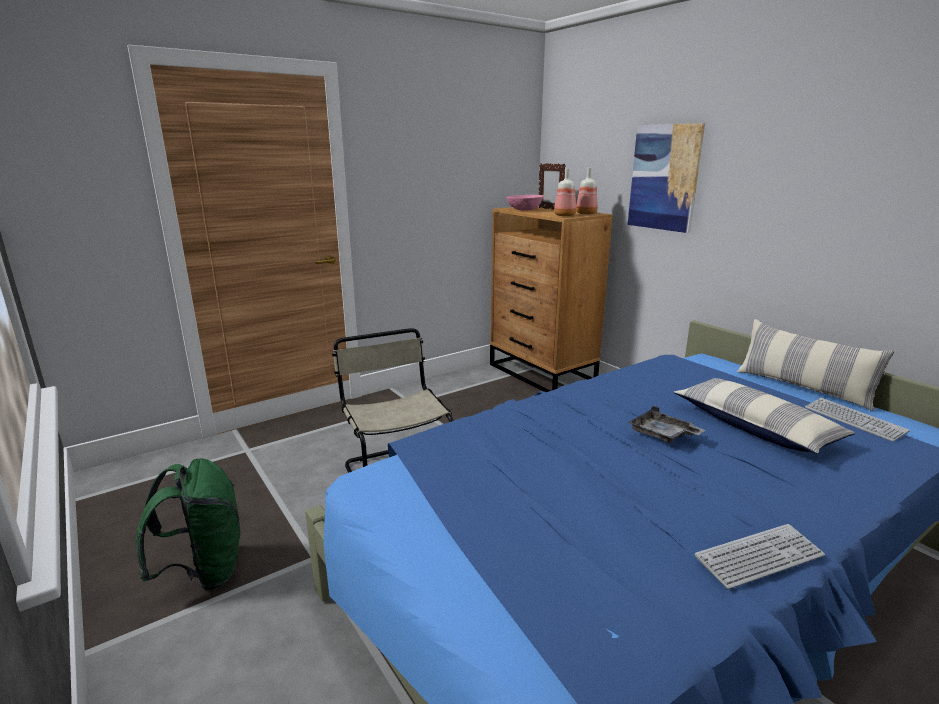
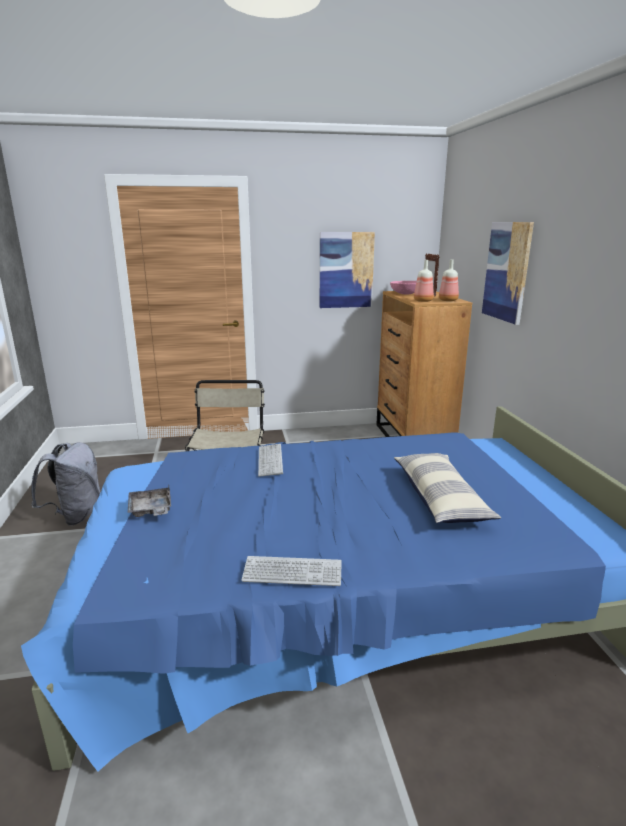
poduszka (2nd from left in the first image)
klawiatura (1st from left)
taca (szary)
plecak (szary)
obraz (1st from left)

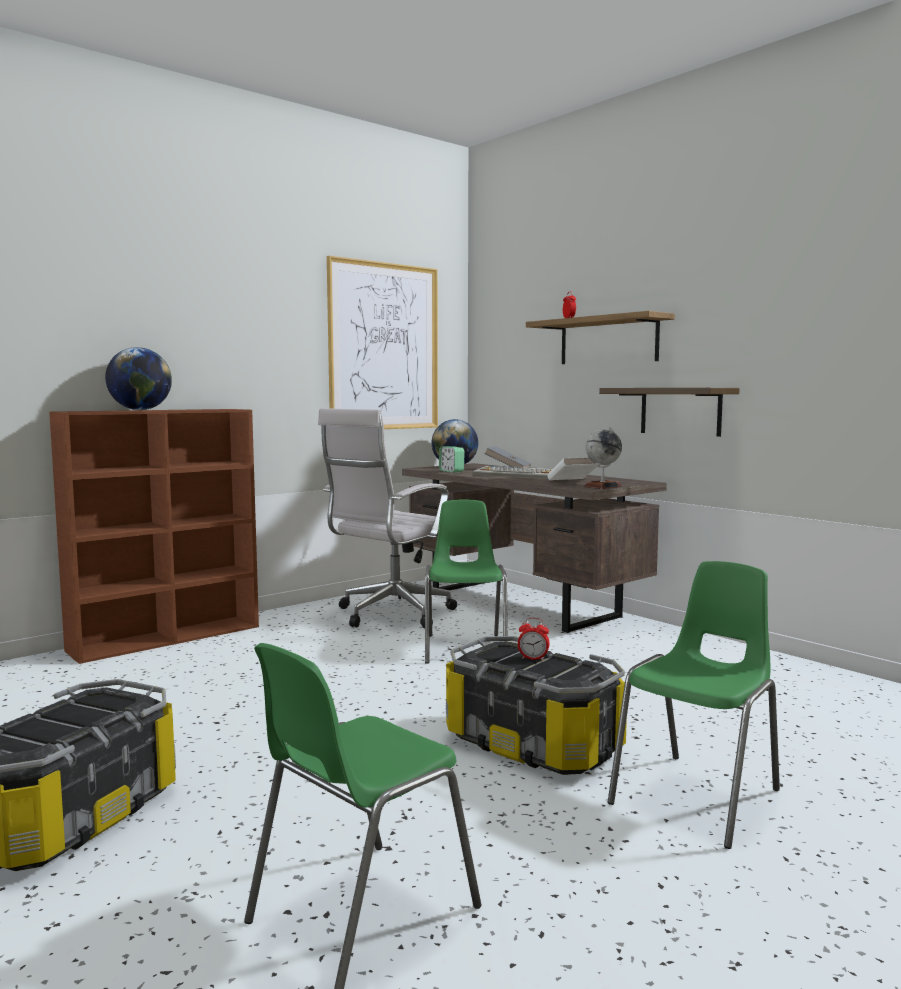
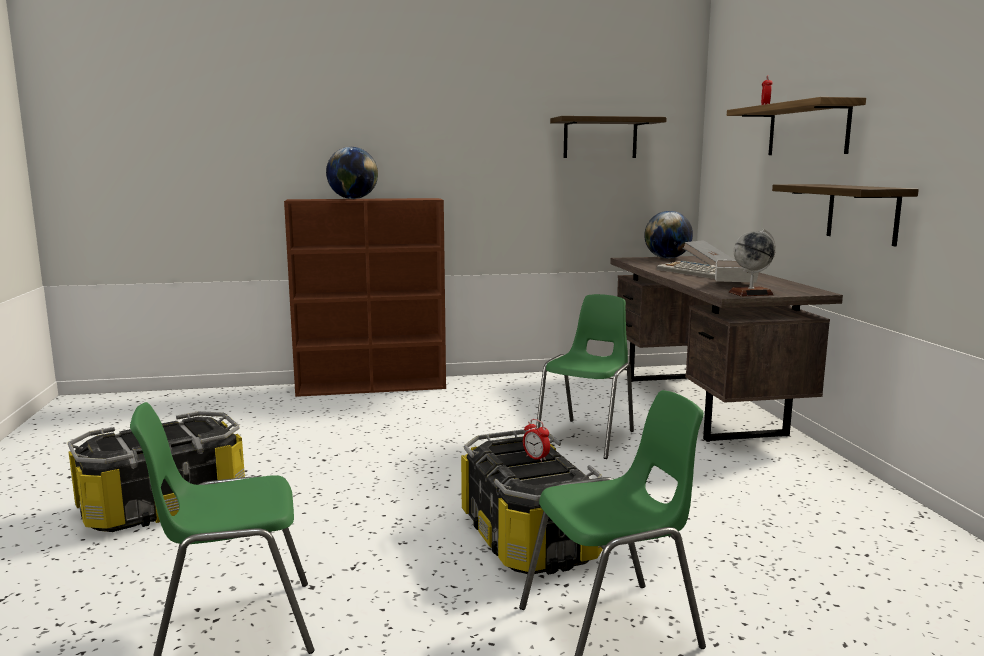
półka (1st from left)
krzesło biurowe (biały)
budzik (1st from left in the first image)

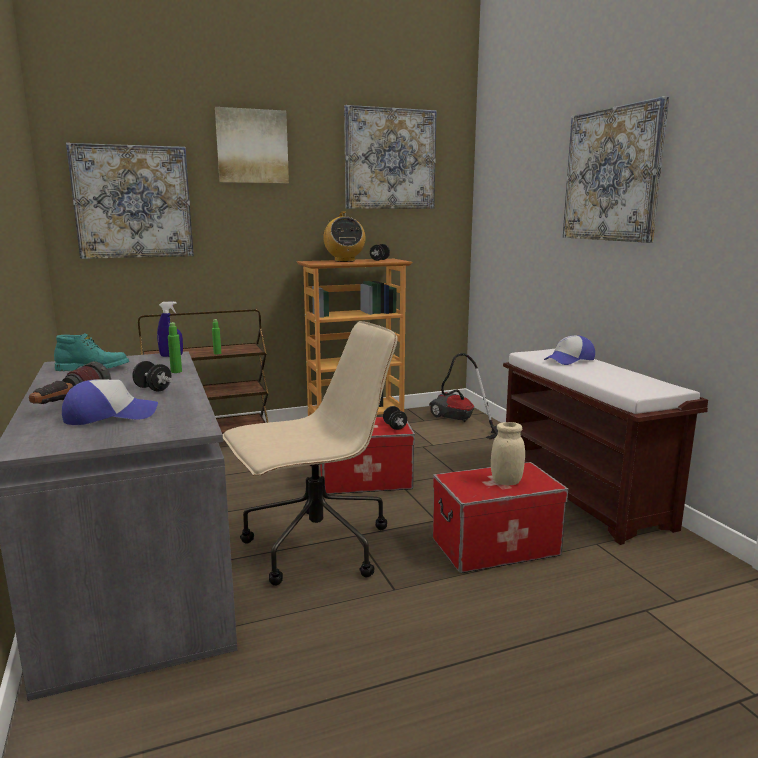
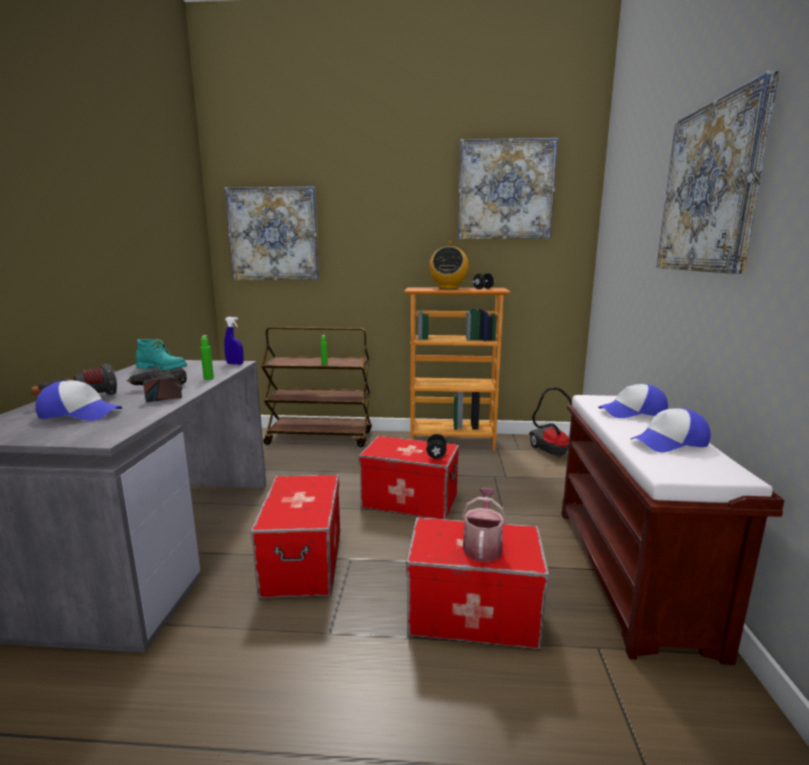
obraz (2nd from left in the first image)
pojemnik do przechowywania (1st from left)
wiertarka
konewka
czapka z daszkiem (3rd from left)

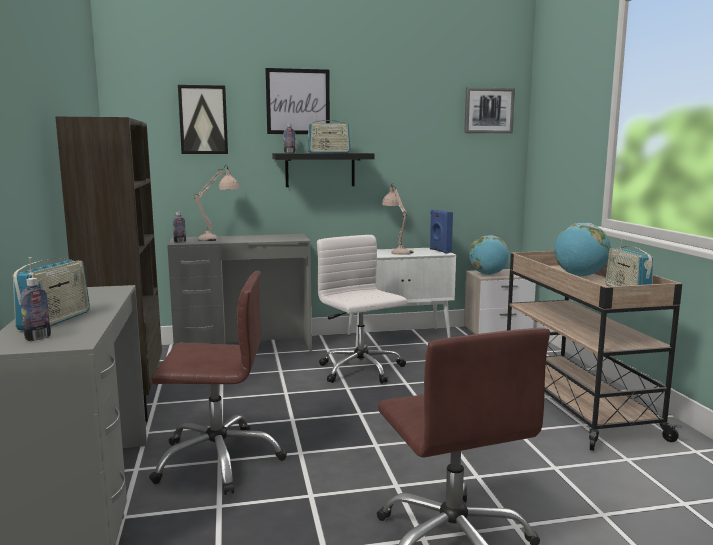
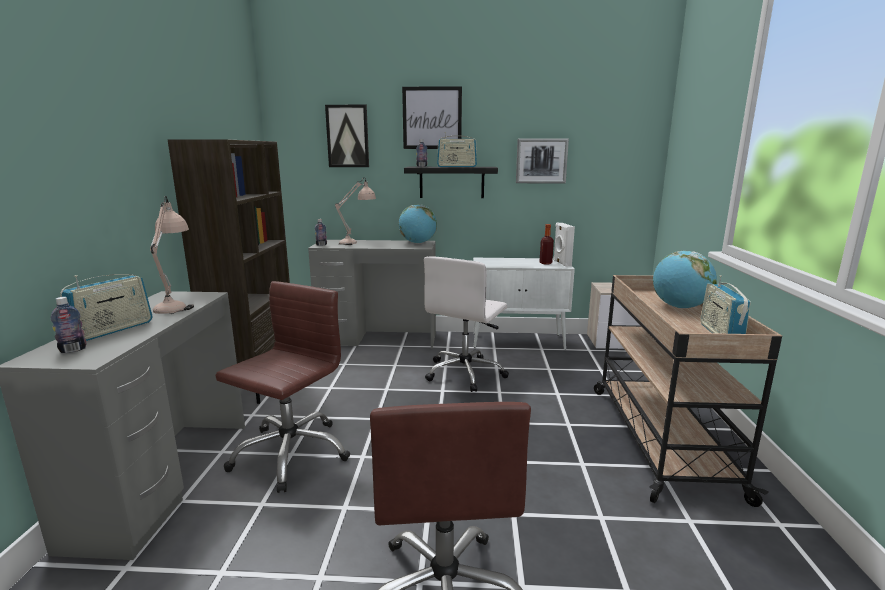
obraz (3rd from left)
lampa stołowa (beżowy) (1st from left)
głośnik (biały)
krzesło biurowe (biały)
globus (1st from left)
krzesło biurowe (brązowy) (1st from left)
butelka (4th from left)

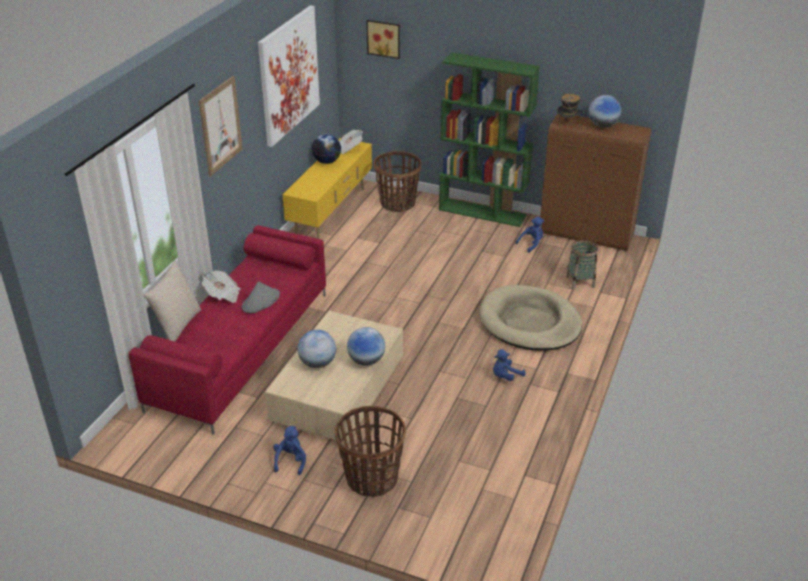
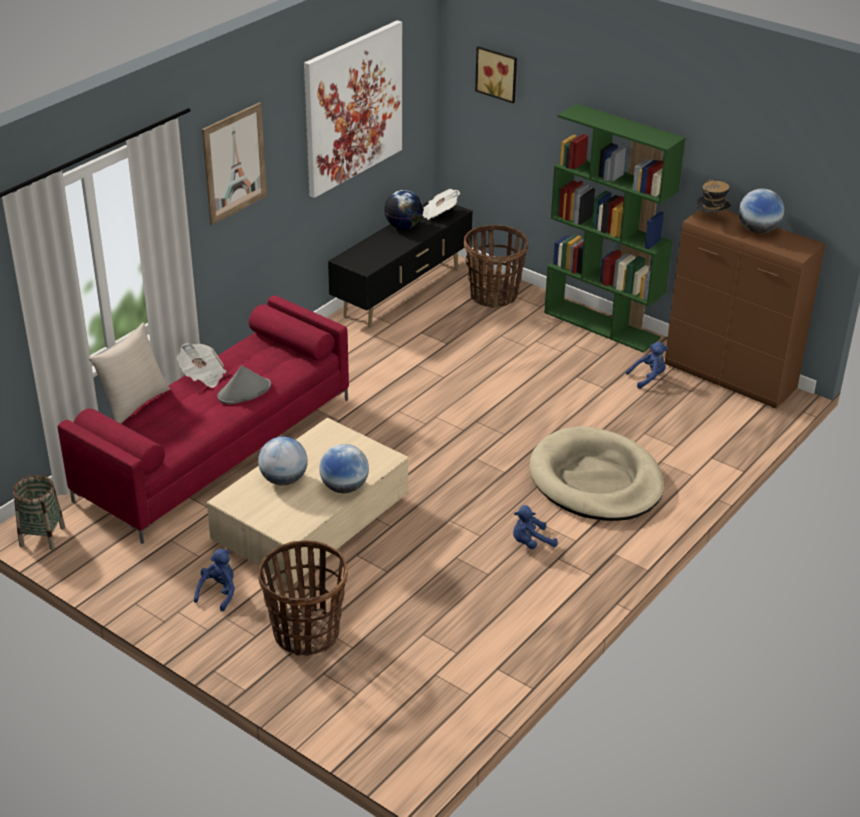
szafka pod telewizor (czarny)
koszyk (1st from left)

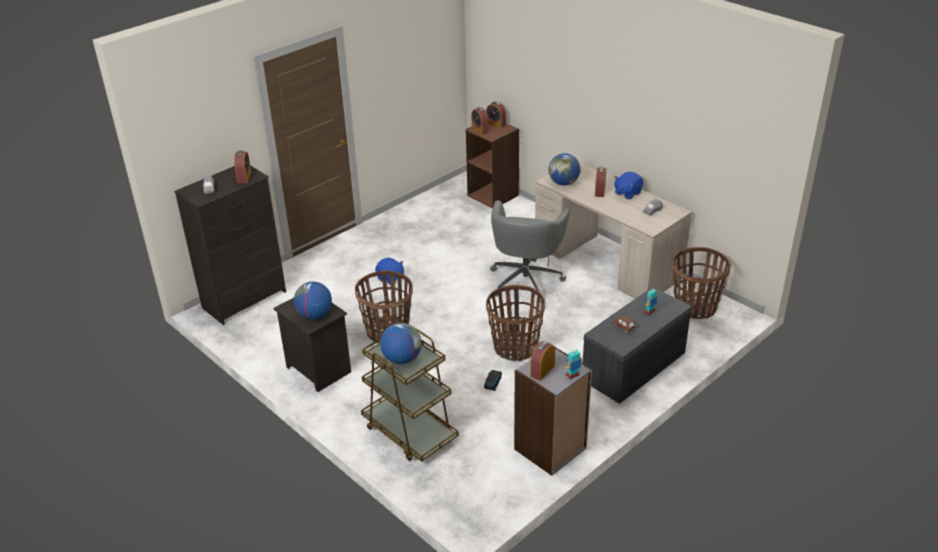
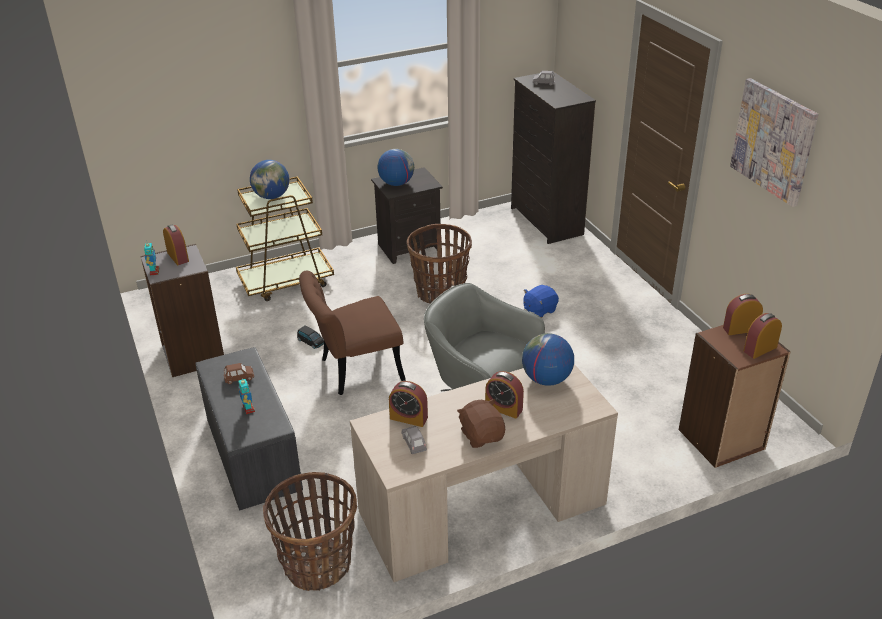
budzik (2nd from left)
pluszak (brązowy)
krzesło (brązowy)
obraz

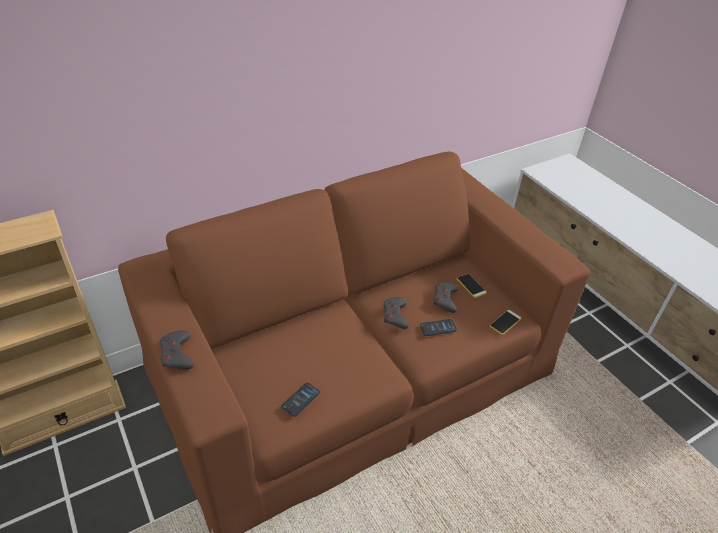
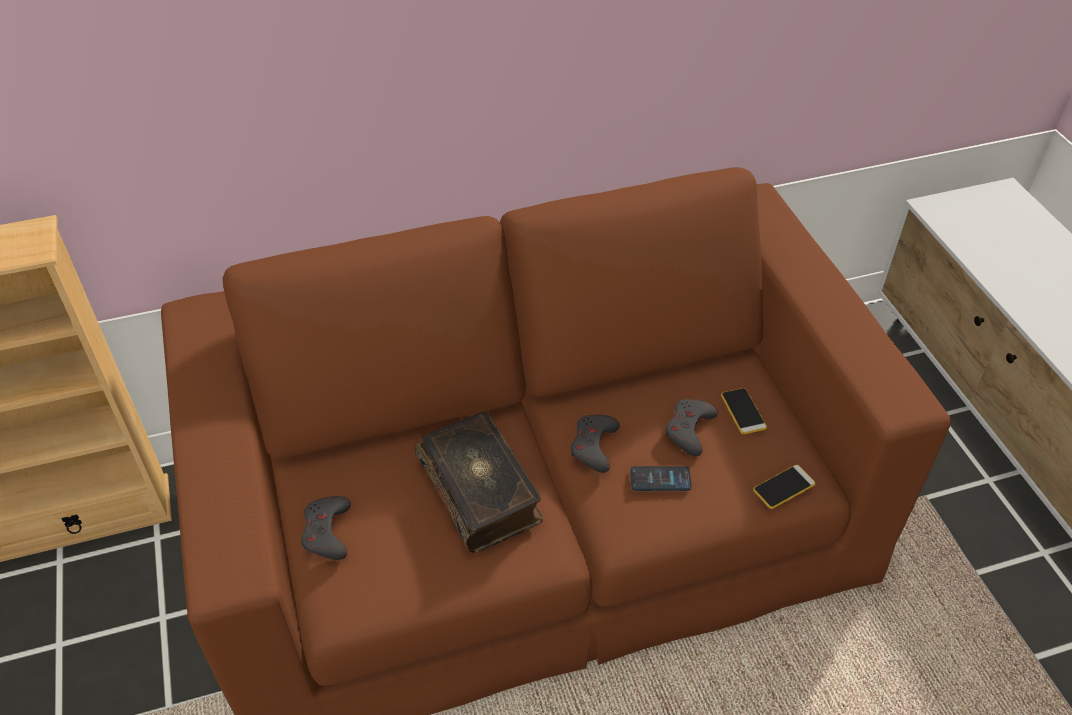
pad do gier (szary) (1st from left)
telefon (1st from left in the first image)
książka

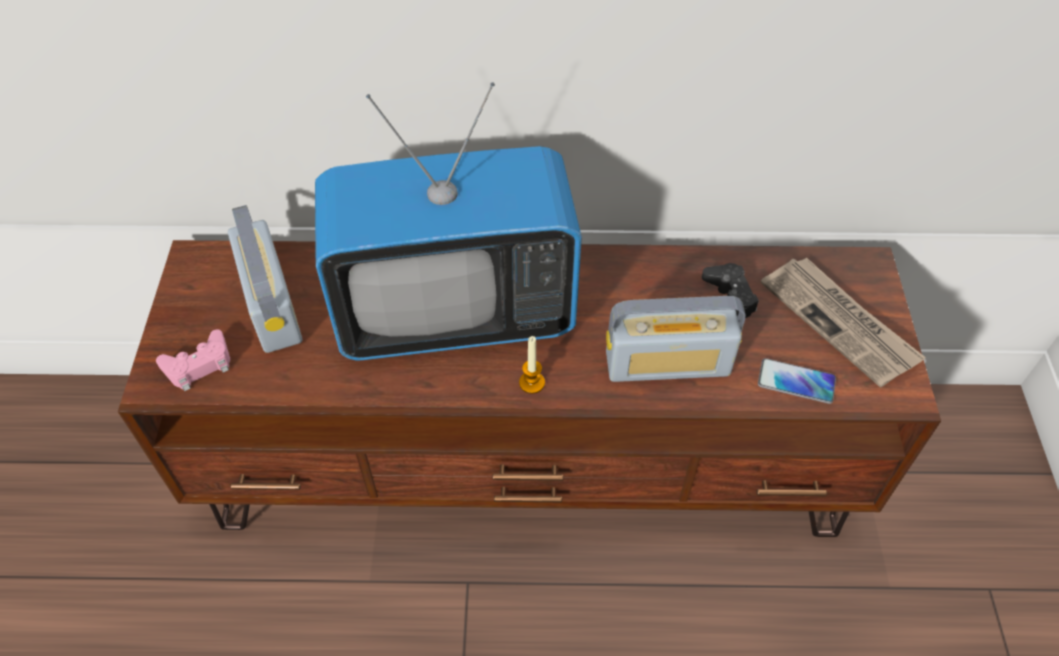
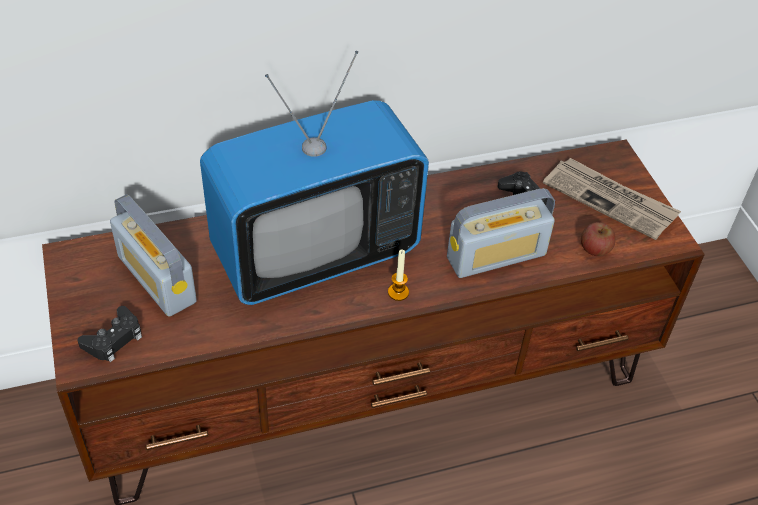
pad do gier (czarny) (1st from left)
jabłko

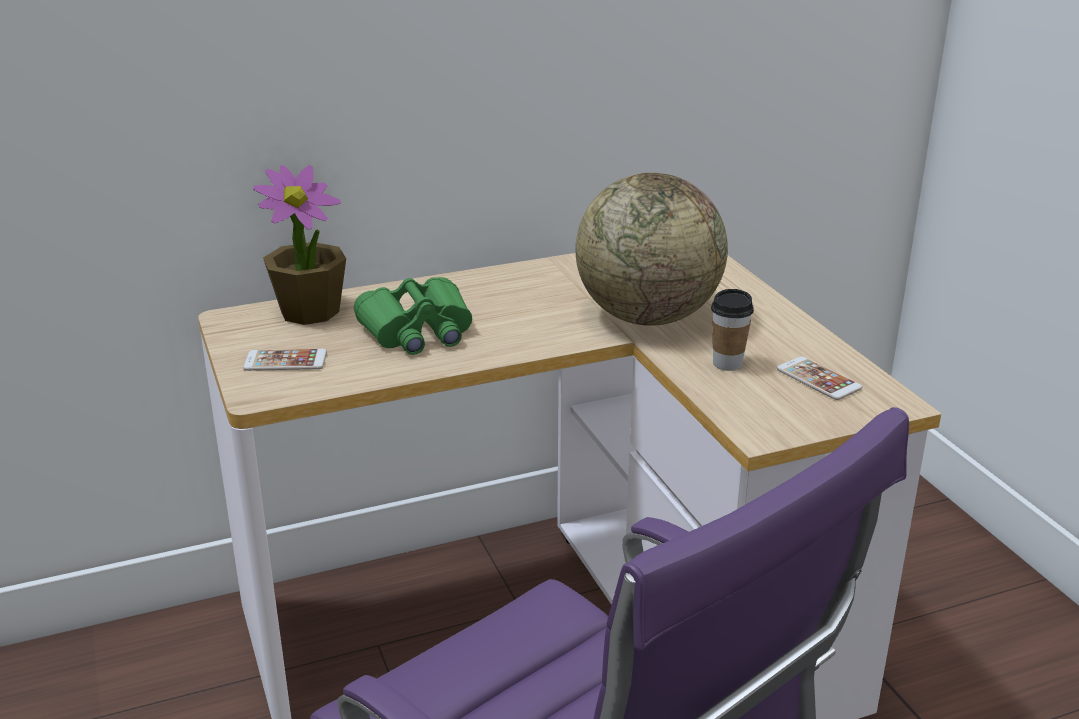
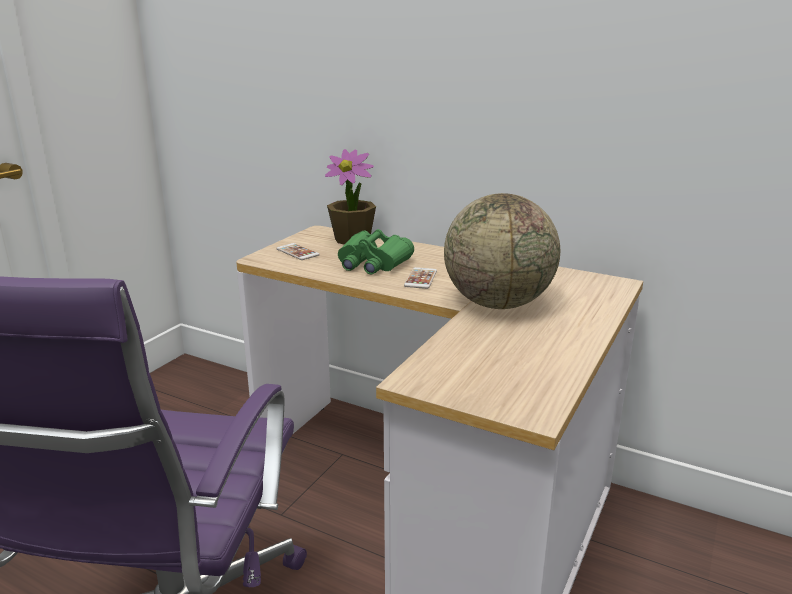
filiżanka
telefon (2nd from left)

